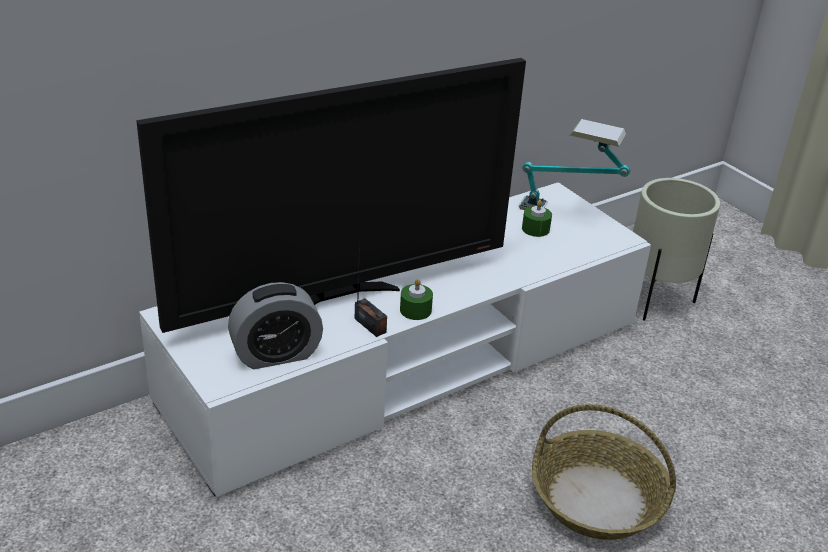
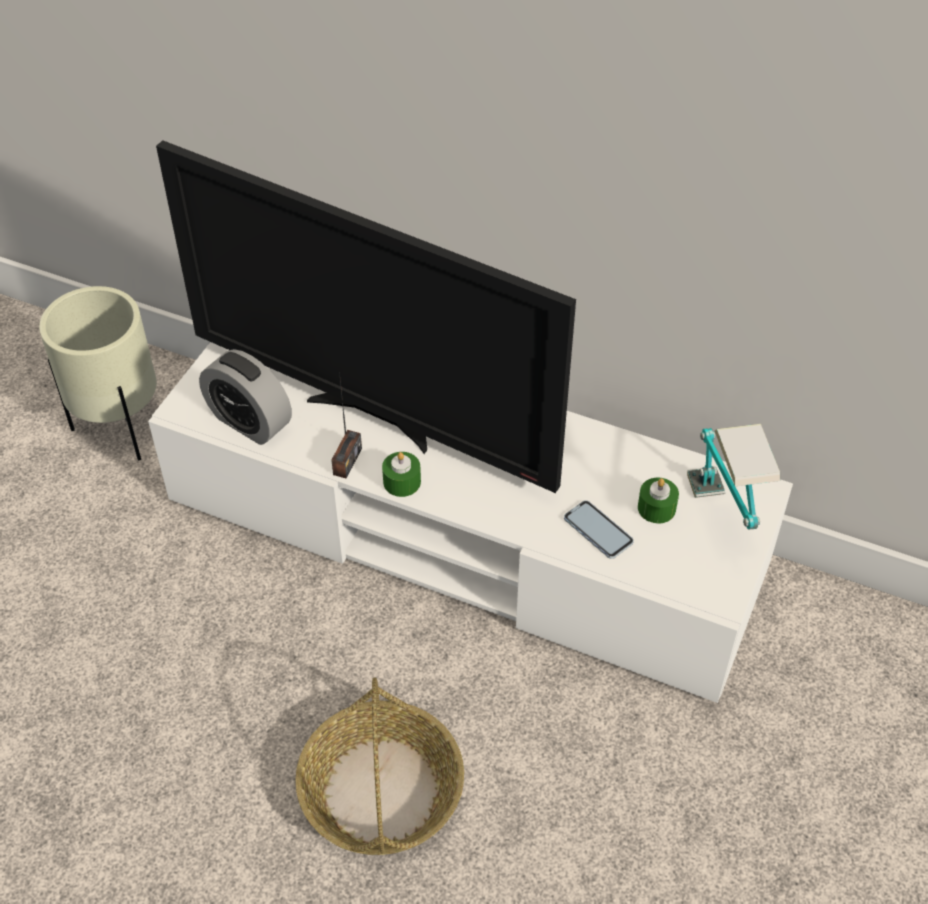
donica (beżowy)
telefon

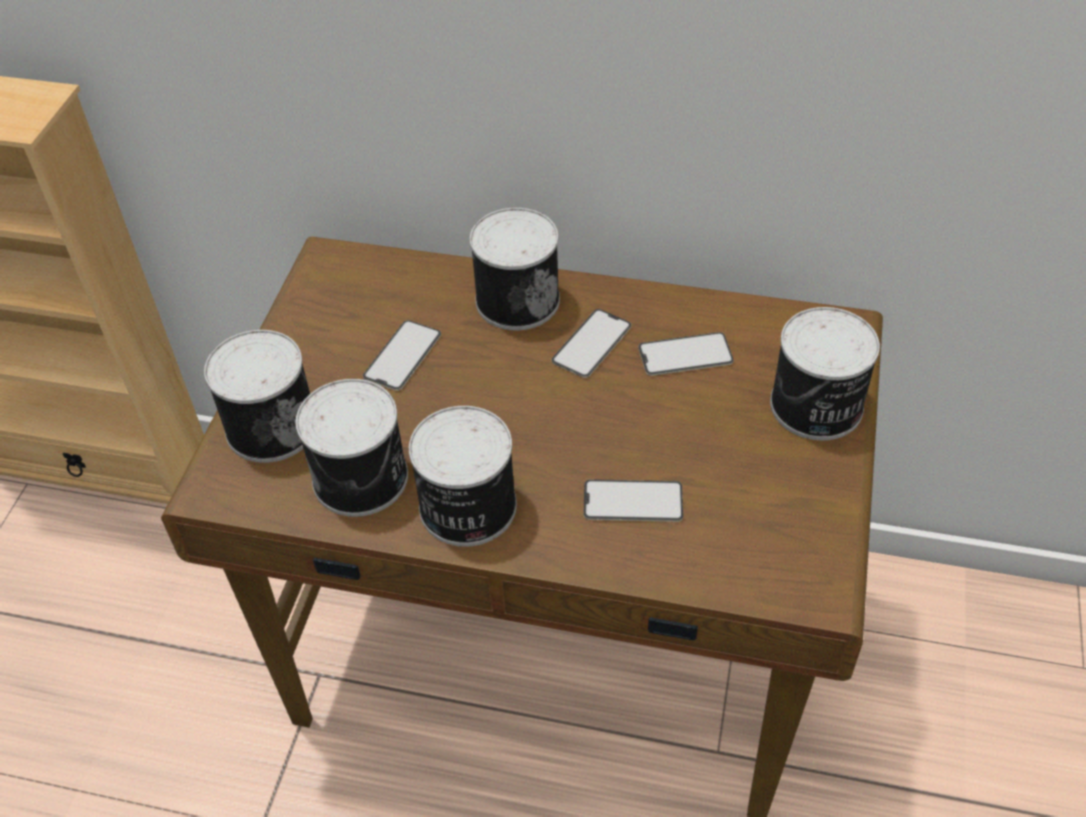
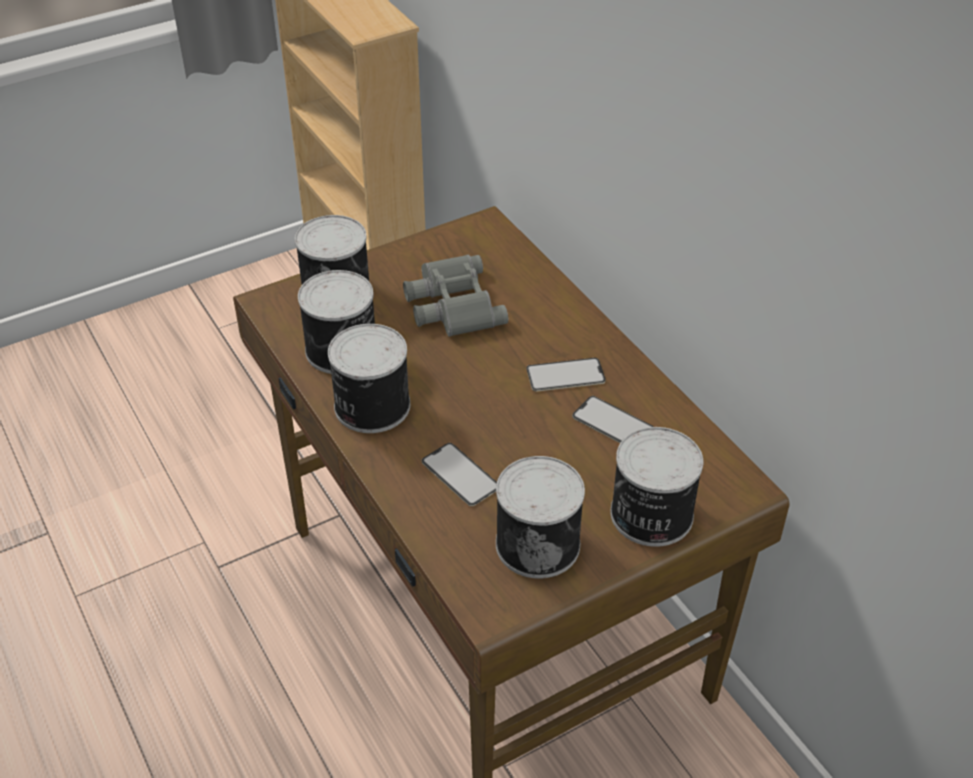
puszka (4th from left)
lornetka (szary)

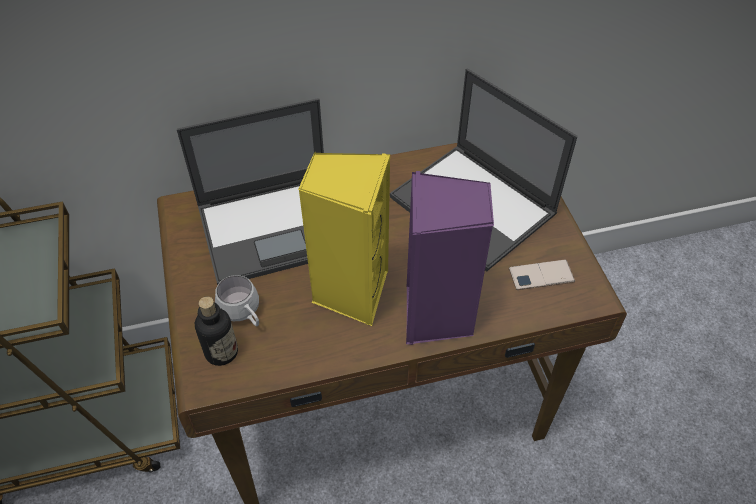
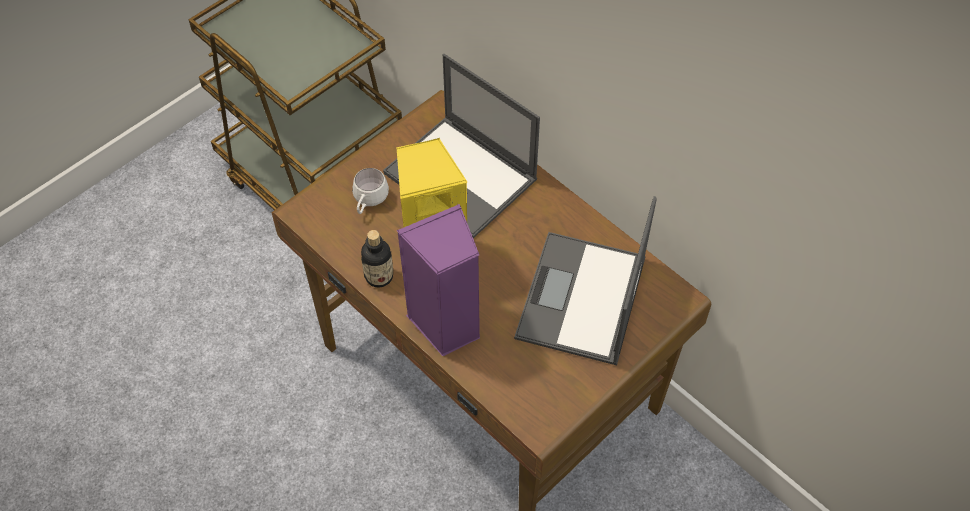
telefon
butelka

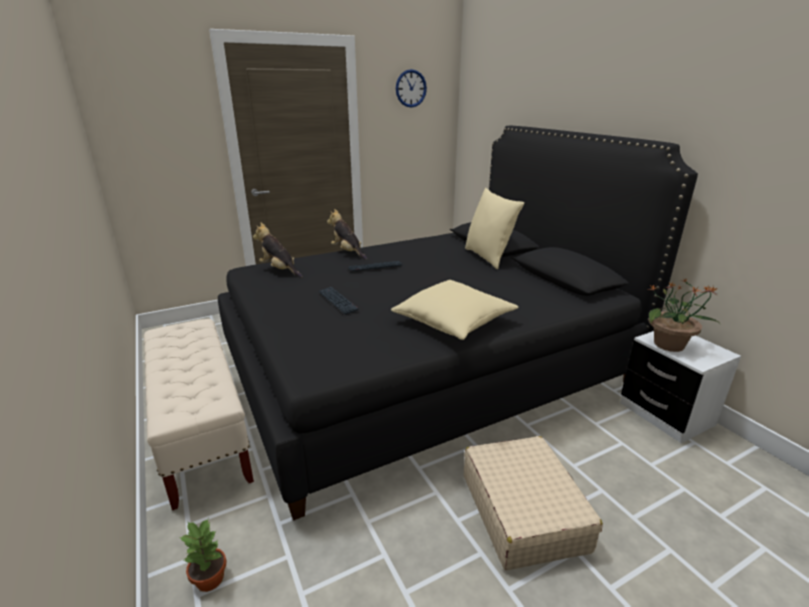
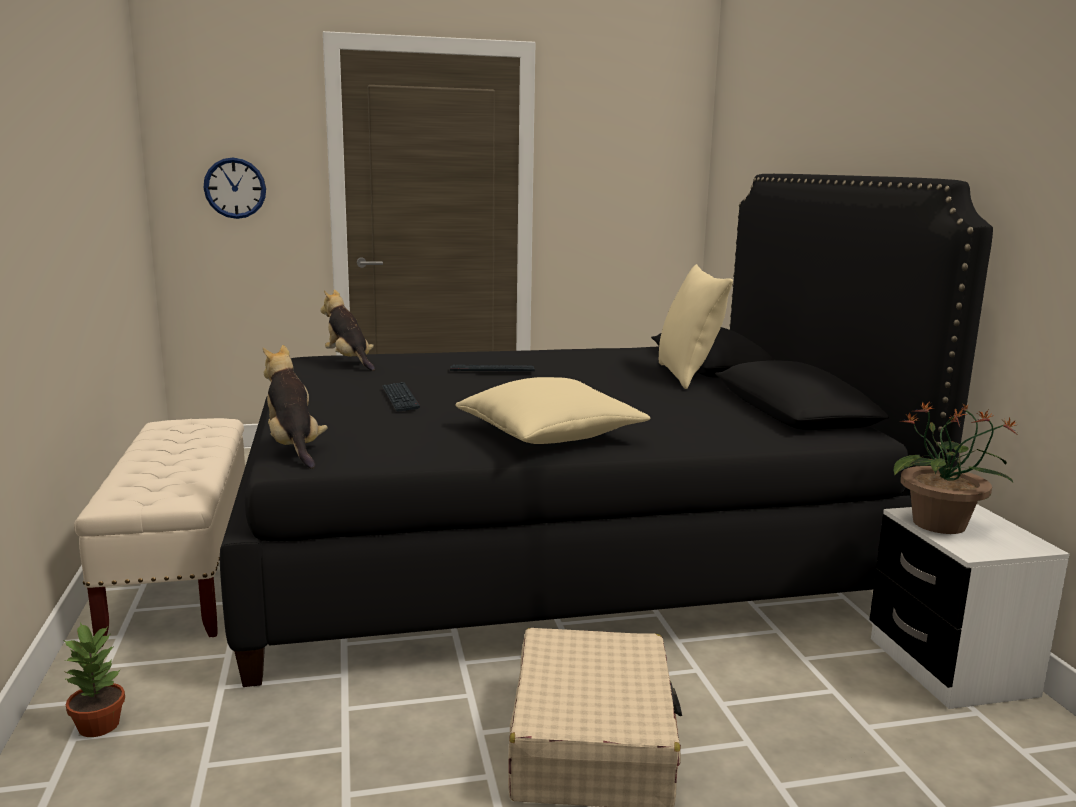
zegar ścienny
pluszak (1st from left)

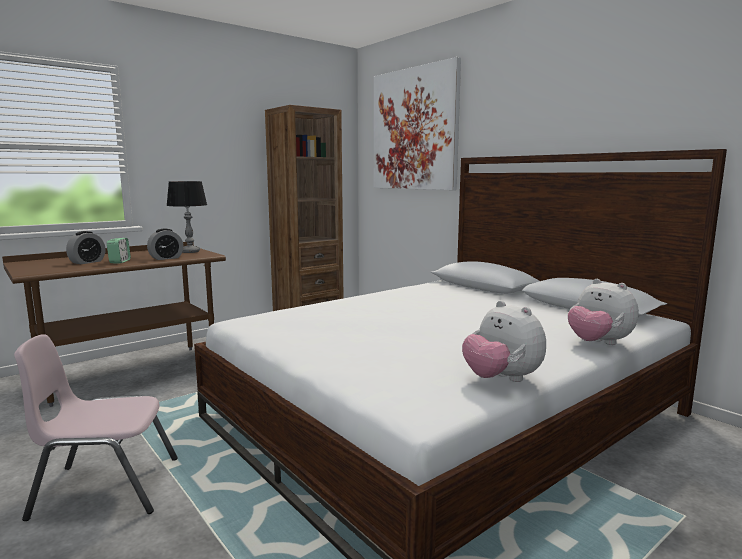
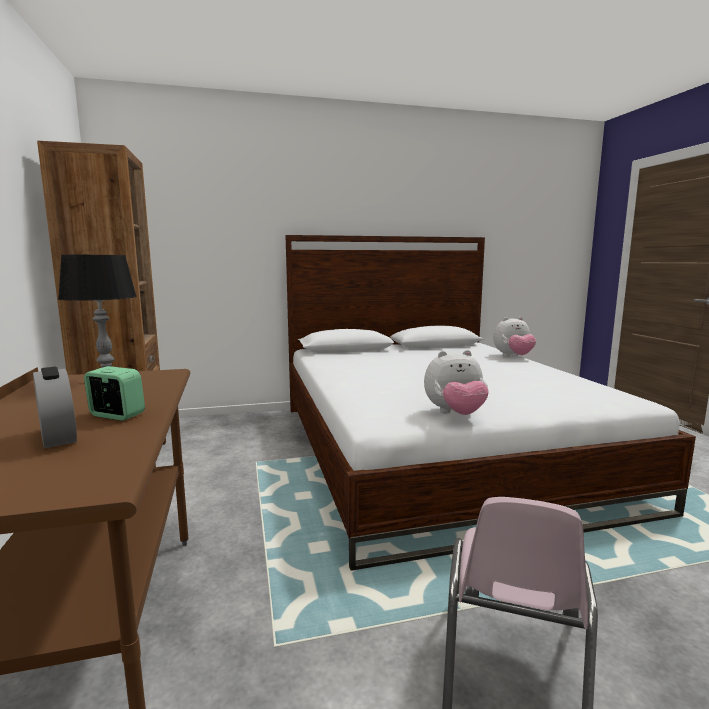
obraz
budzik (3rd from left in the first image)
pluszak (1st from left)

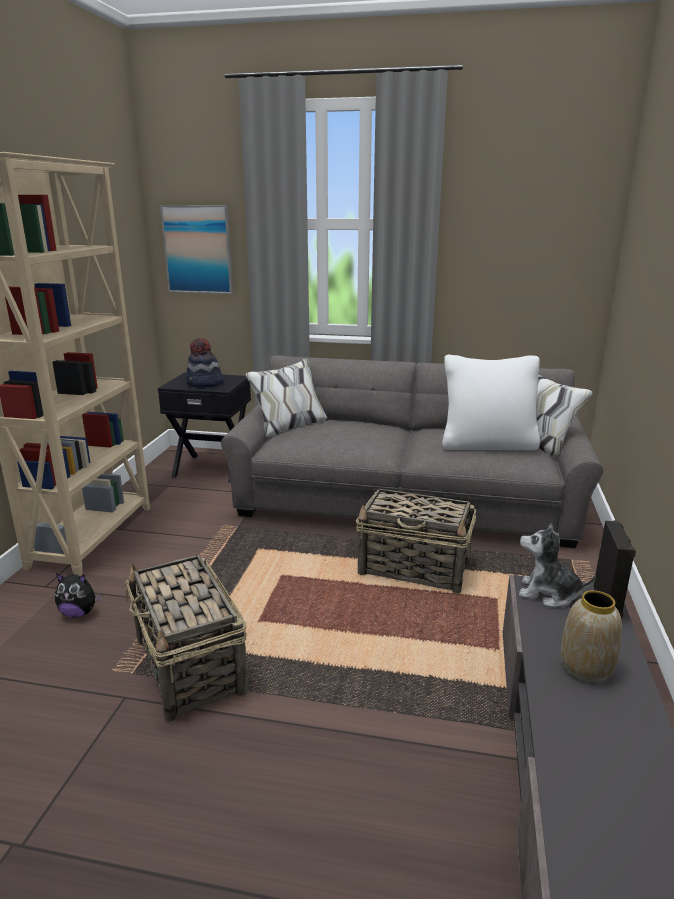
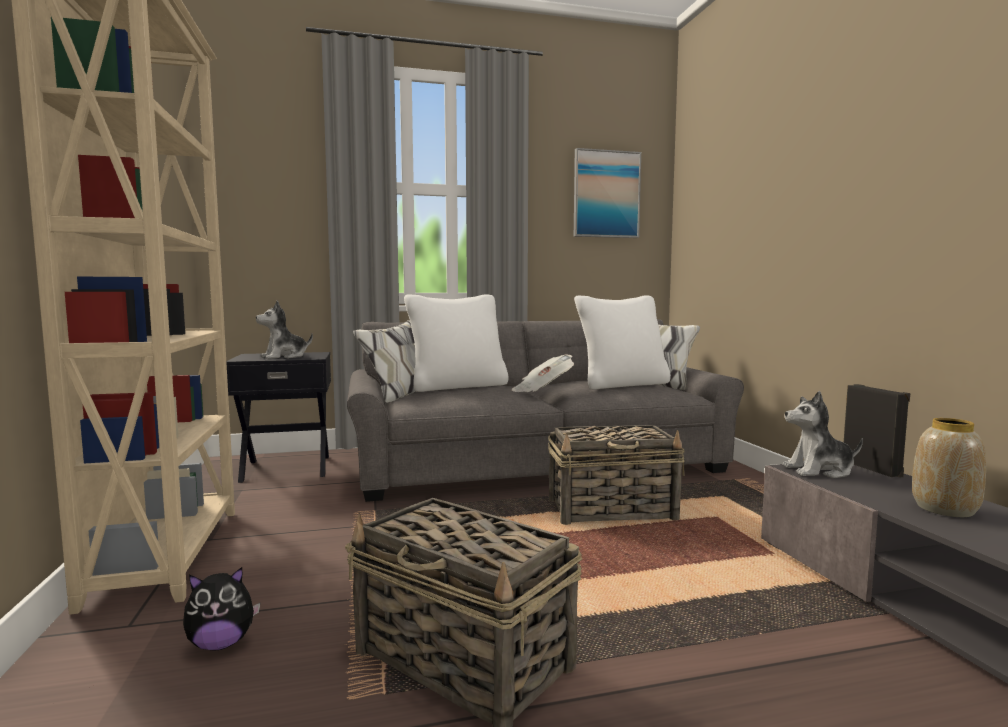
obraz
pluszak (2nd from left)
poduszka (biały) (1st from left)
gazeta

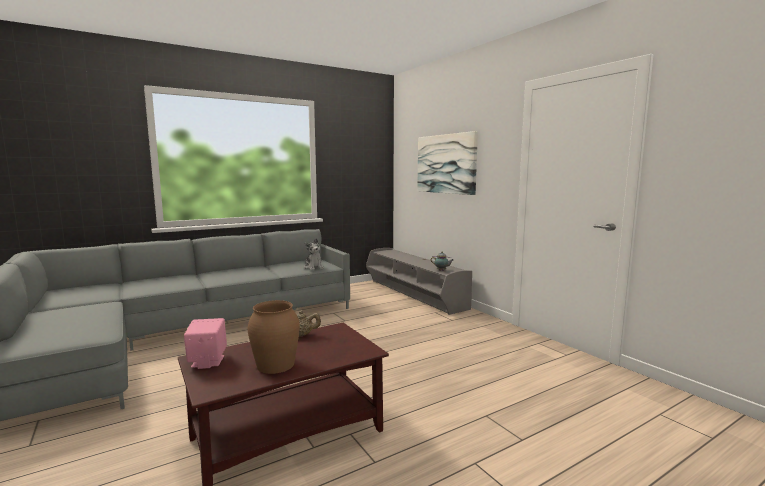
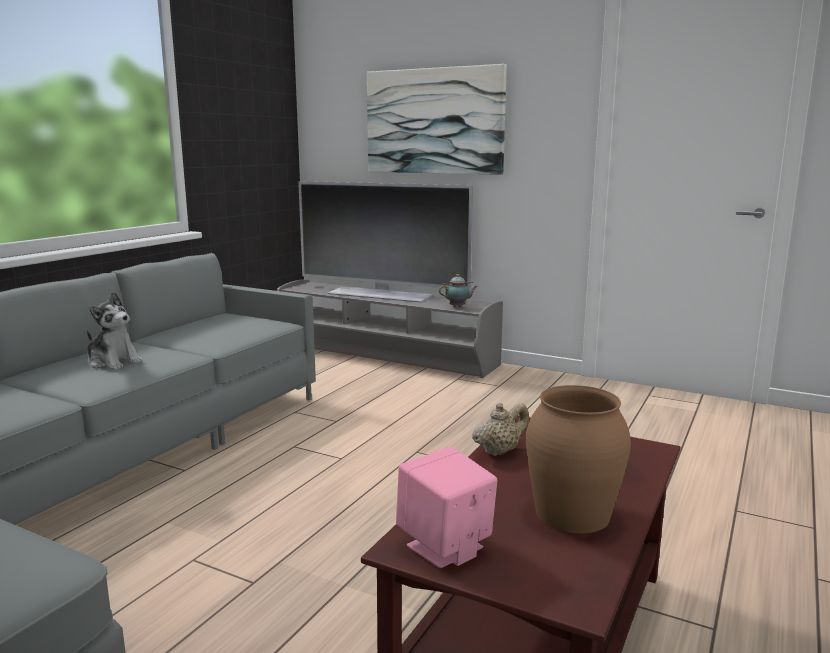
pluszak
telewizor

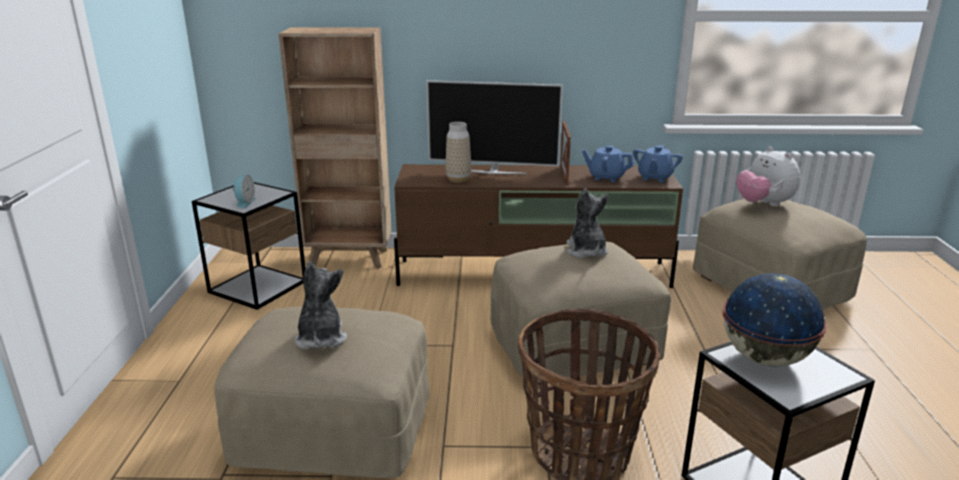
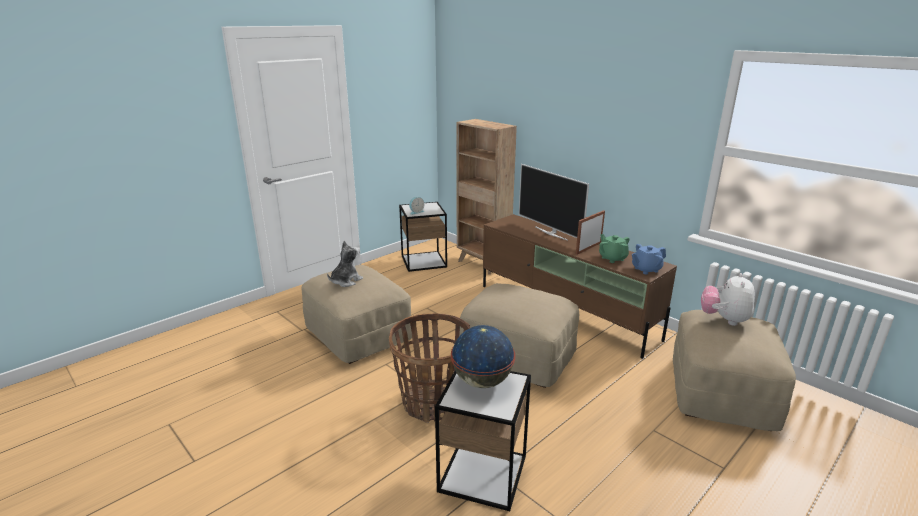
wazon
imbryk (zielony)
pluszak (2nd from left in the first image)

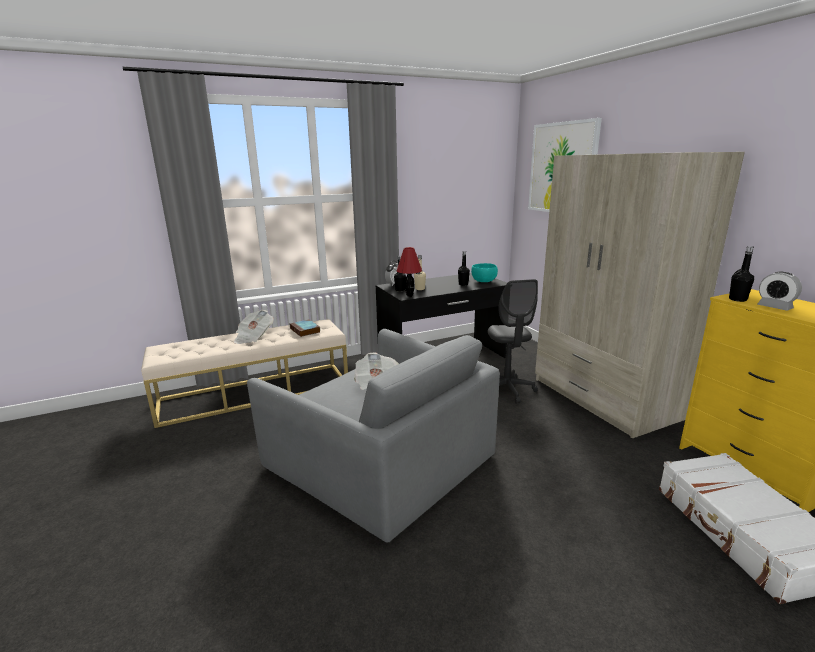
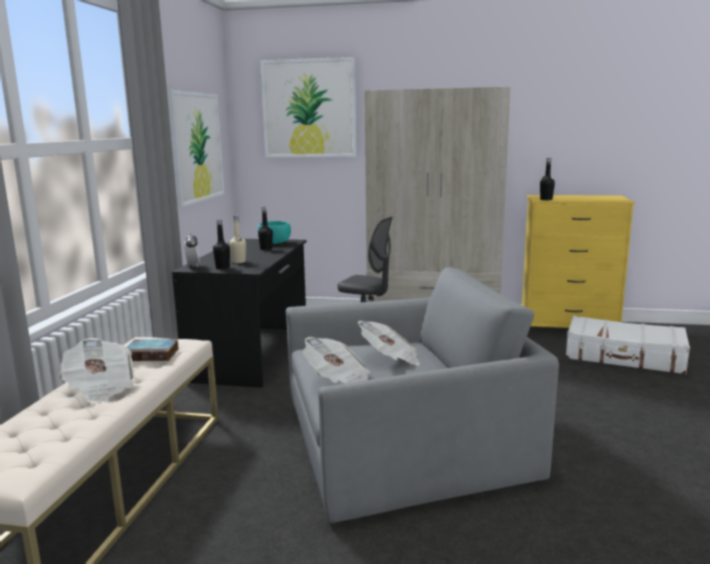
lampa stołowa (czerwony)
budzik (2nd from left in the first image)
obraz (1st from left)
gazeta (2nd from left)

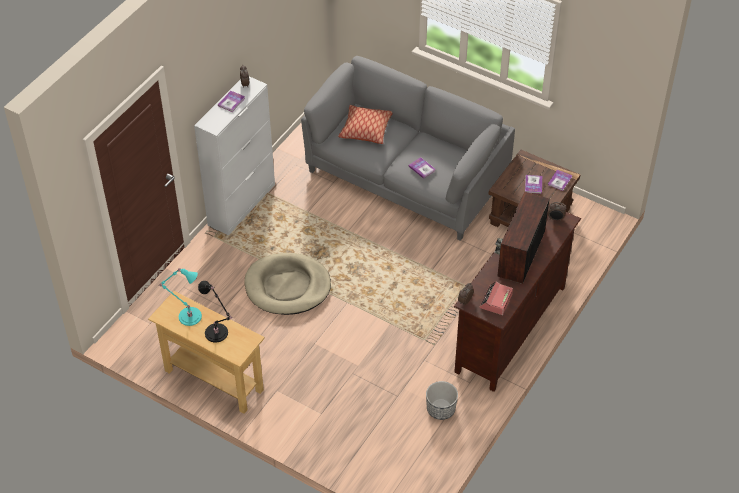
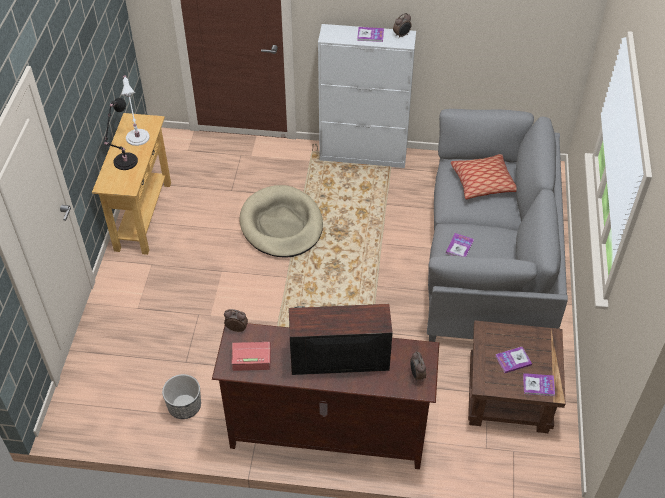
lampa stołowa (biały)

